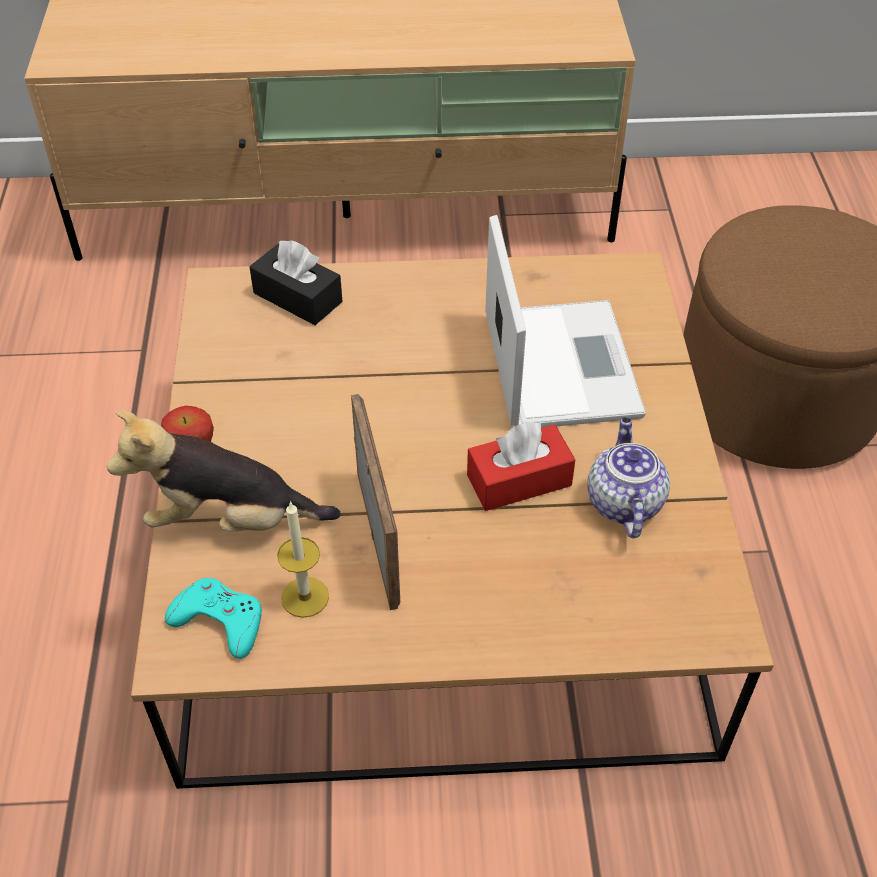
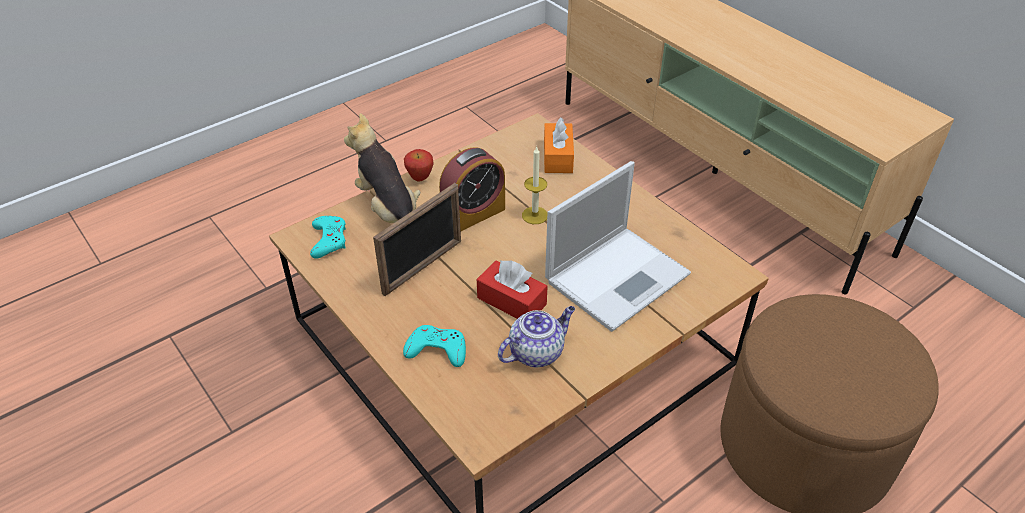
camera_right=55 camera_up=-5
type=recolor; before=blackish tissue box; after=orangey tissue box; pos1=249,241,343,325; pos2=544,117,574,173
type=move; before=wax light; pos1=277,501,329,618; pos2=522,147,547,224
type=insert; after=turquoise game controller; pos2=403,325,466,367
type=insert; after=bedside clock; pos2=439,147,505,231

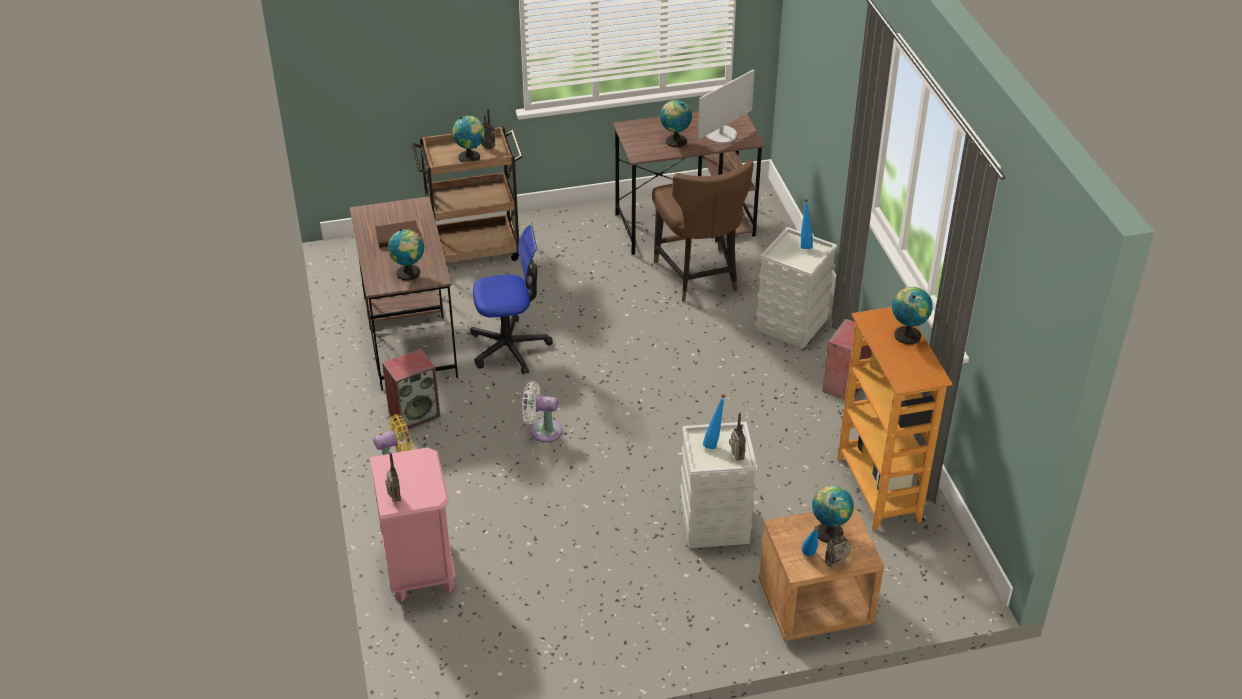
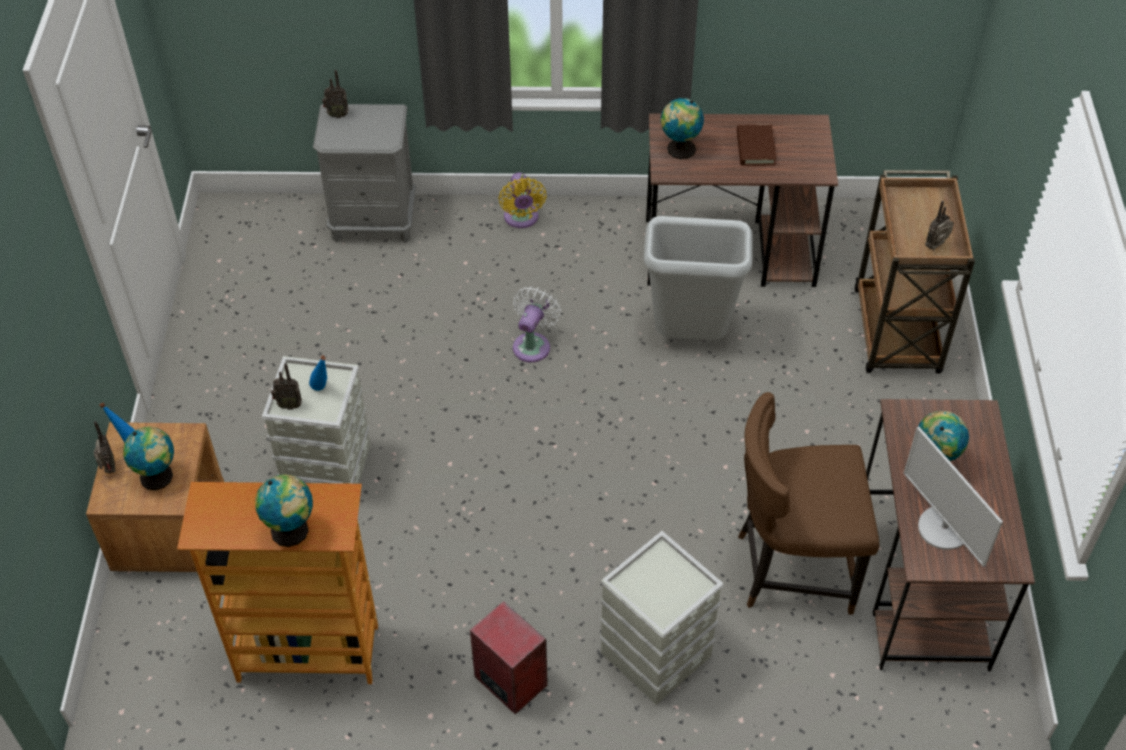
camera_right=105 camera_up=10
type=recolor; before=pinkish night table; after=grey night table; pos1=370,448,456,602; pos2=313,104,416,243
type=delete; before=loudspeaker; pos1=382,349,440,430
type=delete; before=globe; pos1=452,116,485,162
type=replace; before=computer chair; after=grey trash can; pos1=470,225,553,375; pos2=644,216,752,340
type=delete; before=blue drink bottle; pos1=801,199,813,249

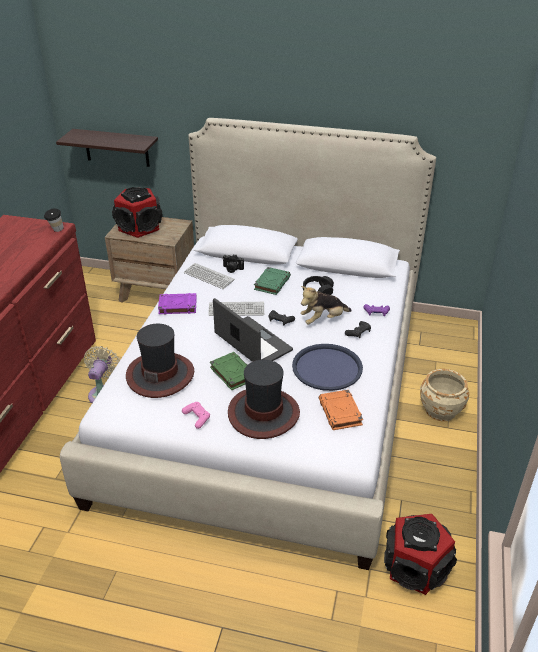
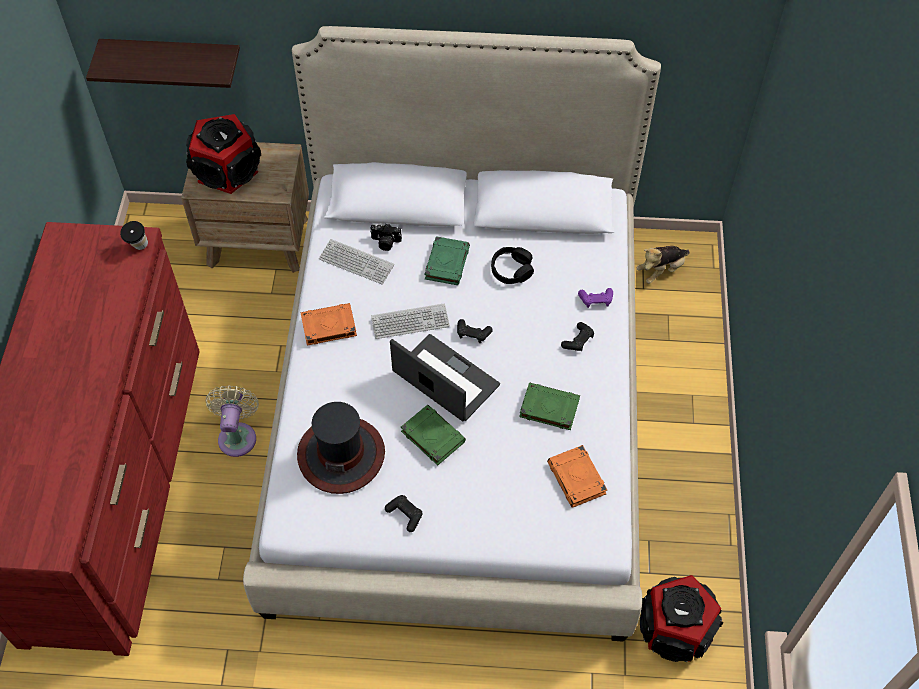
camera_right=-10 camera_up=20
type=recolor; before=purple bound book; after=orangey bound book; pos1=158,293,197,314; pos2=300,303,357,345
type=recolor; before=pinkish game controller; after=blackish game controller; pos1=182,402,210,429; pos2=385,495,422,532
type=delete; before=wearable hat; pos1=228,360,300,439
type=replace; before=blue carrying tray; after=green bound book; pos1=292,344,363,391; pos2=519,382,580,430
type=move; before=cuddly toy; pos1=301,286,352,324; pos2=637,246,690,284
type=delete; before=beige planter; pos1=420,369,469,421

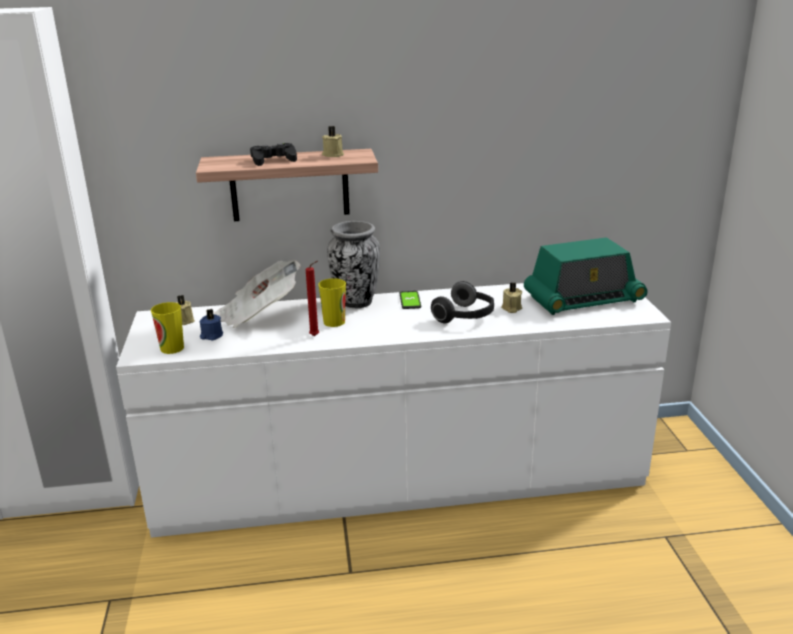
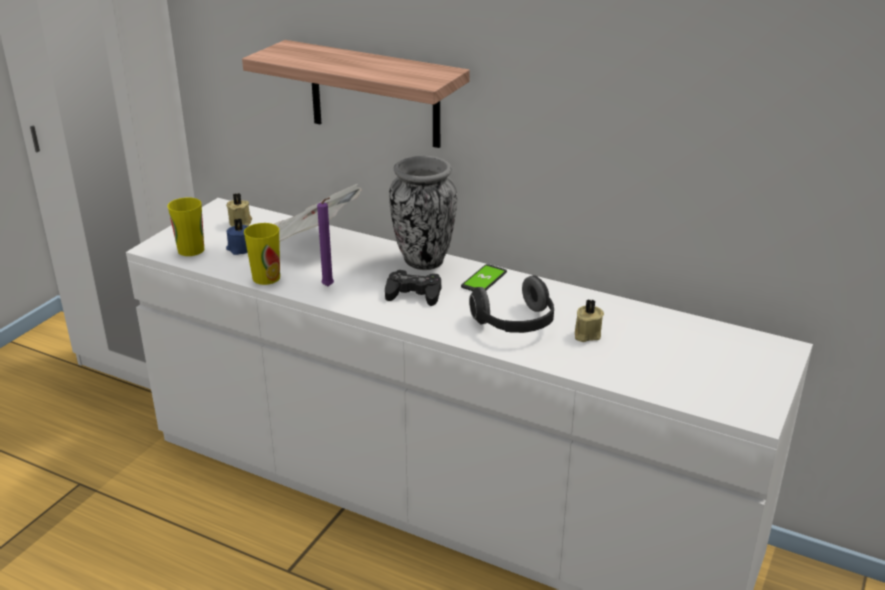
camera_right=35 camera_up=5
type=move; before=blackish game controller; pos1=250,143,297,166; pos2=385,270,442,306
type=recolor; before=reddish wax light; after=purple wax light; pos1=306,261,319,336; pos2=317,197,334,286
type=move; before=cup; pos1=318,278,346,327; pos2=244,223,280,285
type=delete; before=beige wax light; pos1=322,126,344,157
type=delete; before=radio receiver; pos1=524,237,648,315

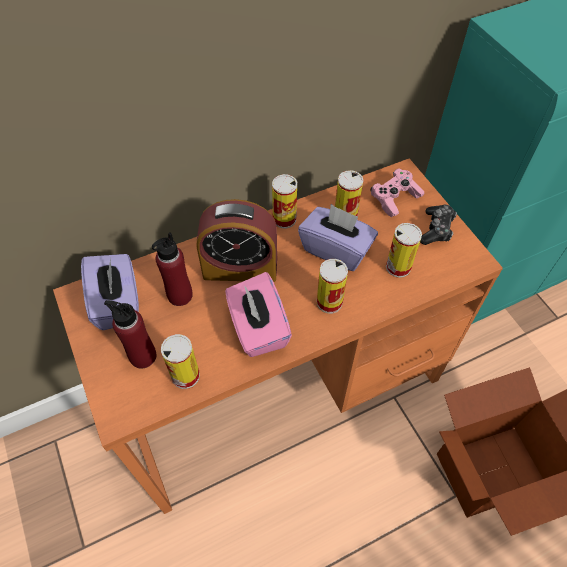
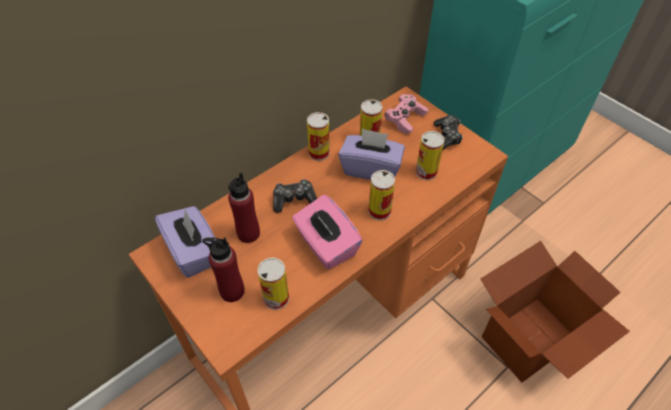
camera_right=-15 camera_up=-5
type=replace; before=bedside clock; after=game controller; pos1=197,199,277,282; pos2=273,179,317,213

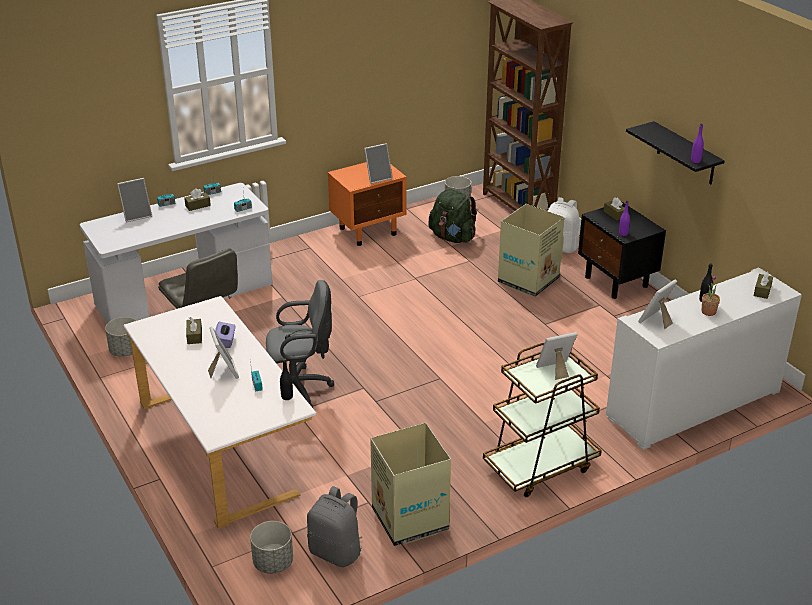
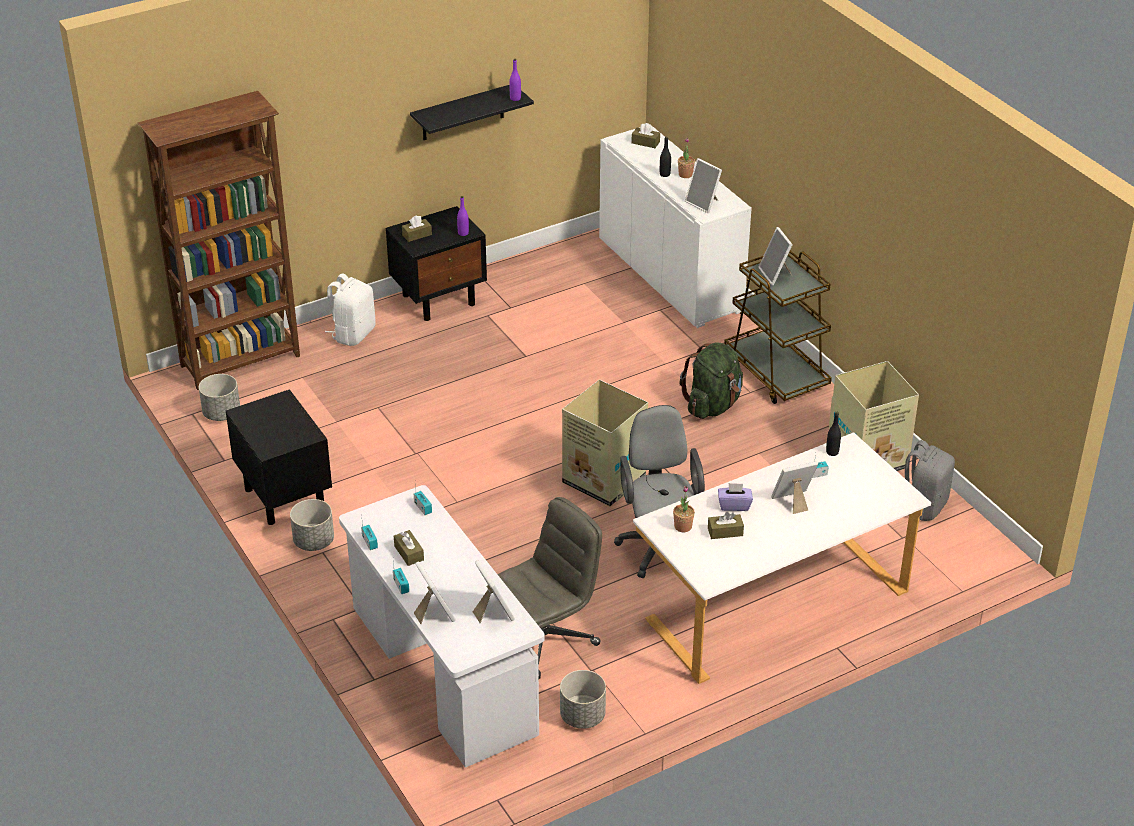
camera_right=-90 camera_up=5
type=move; before=grey planter; pos1=250,521,293,574; pos2=290,499,334,551
type=recolor; before=orangey night table; after=blackish night table; pos1=328,162,406,246; pos2=226,389,332,525
type=move; before=standing frame; pos1=364,143,393,184; pos2=473,560,515,623
type=move; before=green rucksack; pos1=428,189,477,243; pos2=680,342,743,419
type=move; before=carton; pos1=498,204,565,297; pos2=562,380,648,506
type=insert; after=potted plant; pos2=673,486,695,532

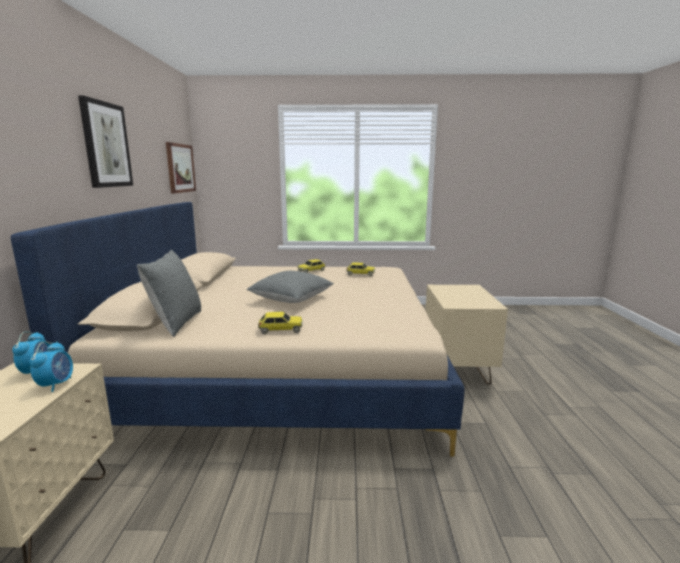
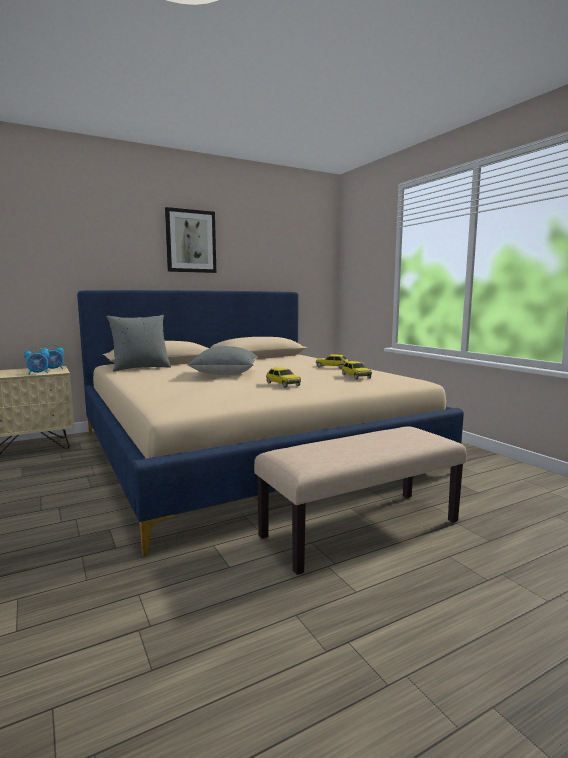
camera_right=60 camera_up=-5
type=delete; before=picture; pos1=166,142,196,193
type=move; before=toy car; pos1=258,312,303,334; pos2=266,367,301,388
type=replace; before=beige night table; after=beige bench; pos1=426,285,508,385; pos2=254,426,467,575

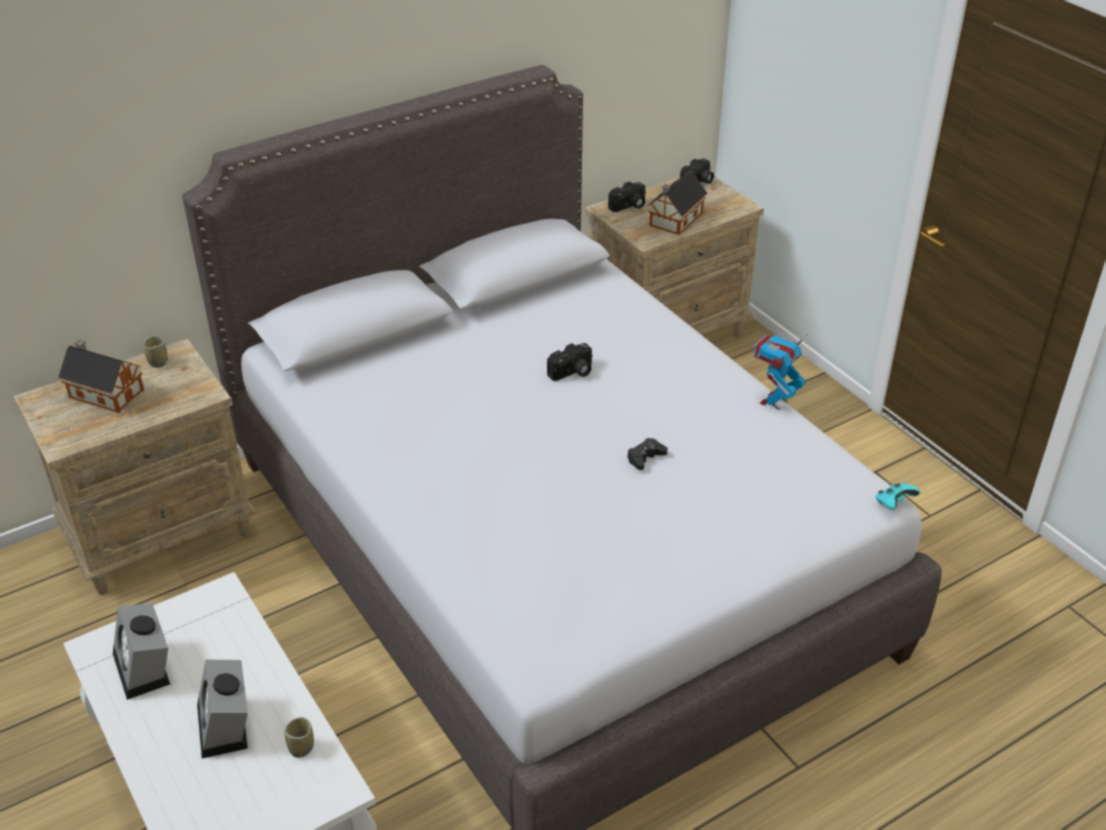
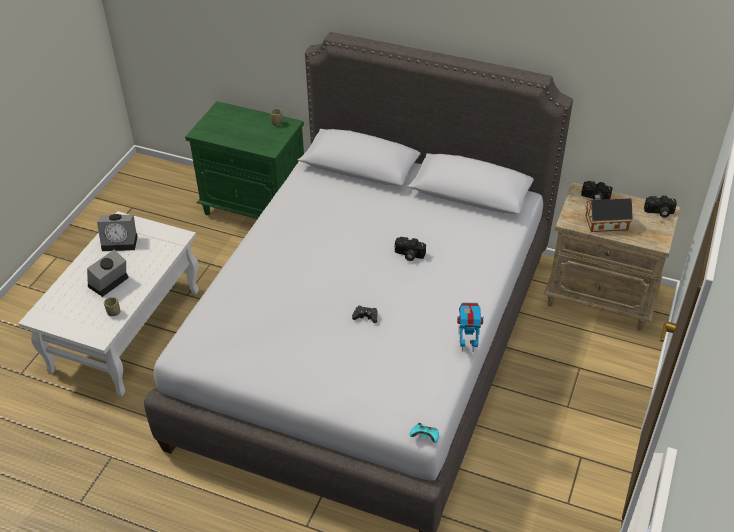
camera_right=55 camera_up=5
type=recolor; before=beige night table; after=green night table; pos1=14,339,257,595; pos2=185,101,304,219
type=delete; before=toy house; pos1=58,339,144,413
type=rotate; before=bedside clock; pos1=113,603,170,700; pos2=97,214,138,251; turn=-120

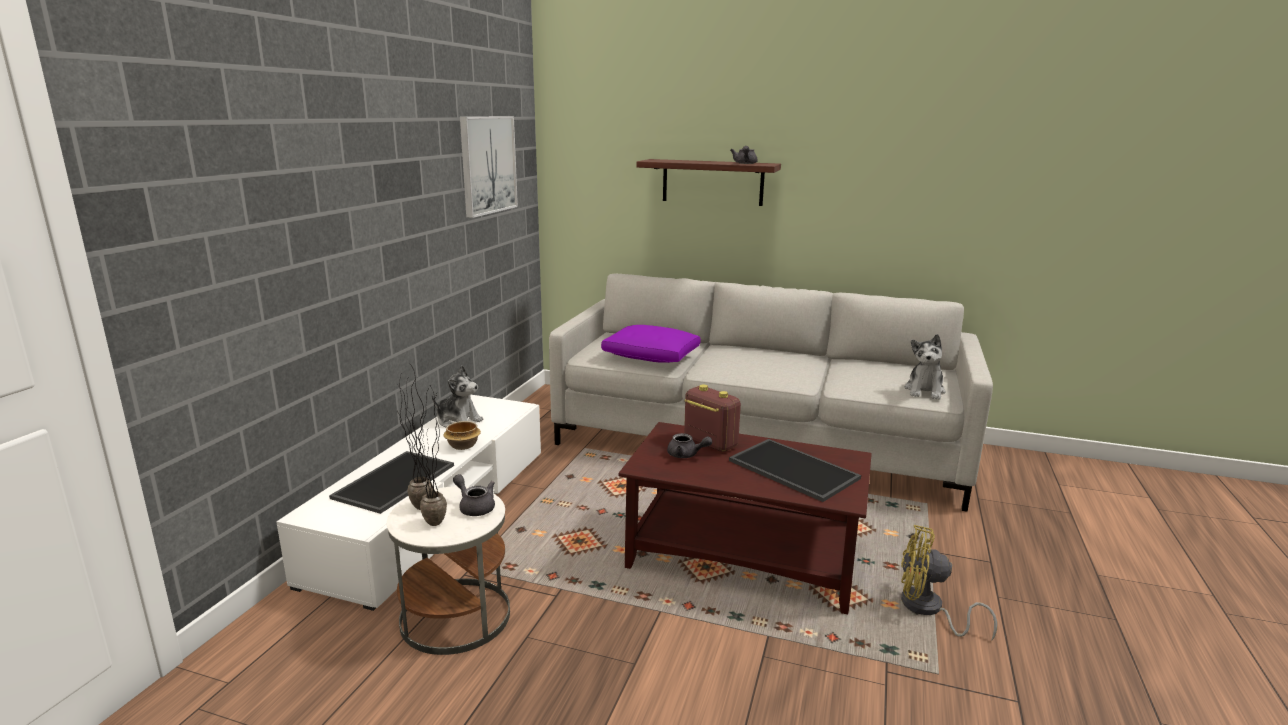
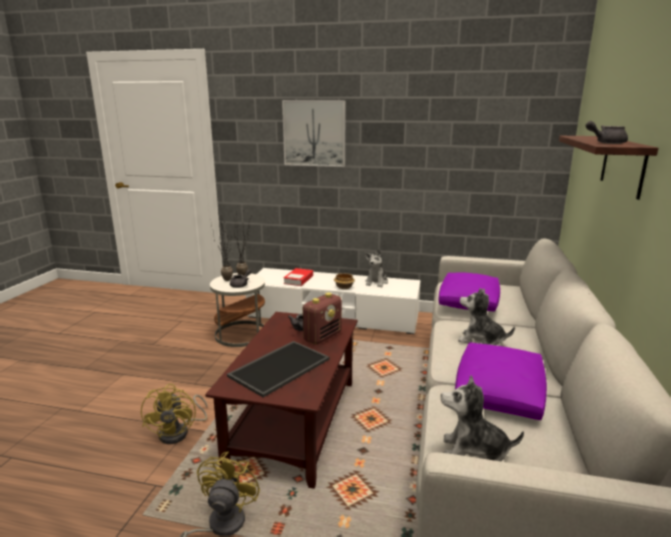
camera_right=85 camera_up=0
type=replace; before=carrying tray; after=bound book; pos1=329,451,454,514; pos2=284,268,313,286
type=move; before=picture; pos1=460,116,518,218; pos2=282,100,346,167
type=insert; after=yellow cooling fan; pos2=141,384,207,444
type=insert; after=purple cushion; pos2=455,342,547,420
type=insert; after=cuddly toy; pos2=458,288,515,346

